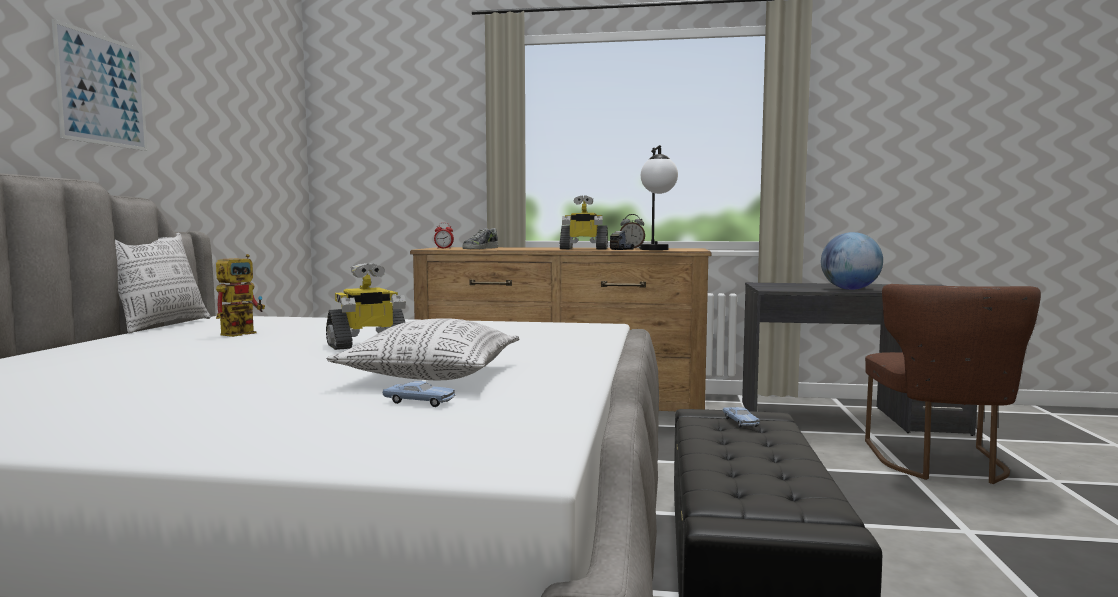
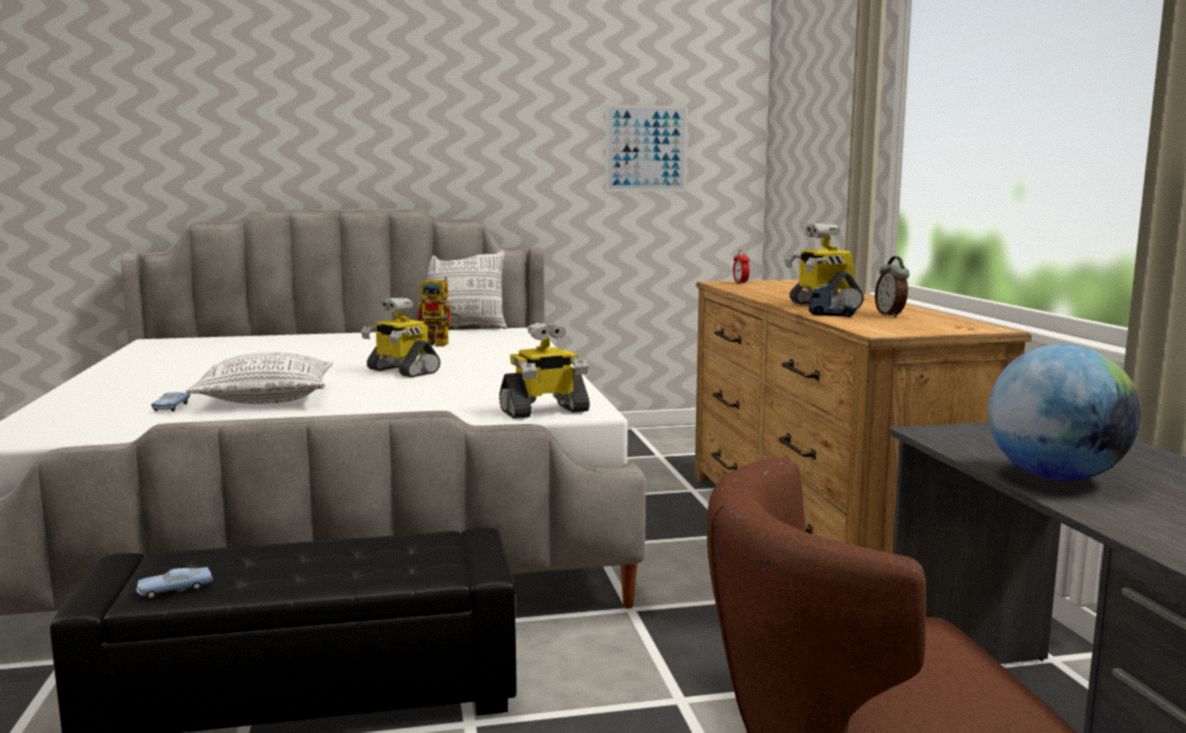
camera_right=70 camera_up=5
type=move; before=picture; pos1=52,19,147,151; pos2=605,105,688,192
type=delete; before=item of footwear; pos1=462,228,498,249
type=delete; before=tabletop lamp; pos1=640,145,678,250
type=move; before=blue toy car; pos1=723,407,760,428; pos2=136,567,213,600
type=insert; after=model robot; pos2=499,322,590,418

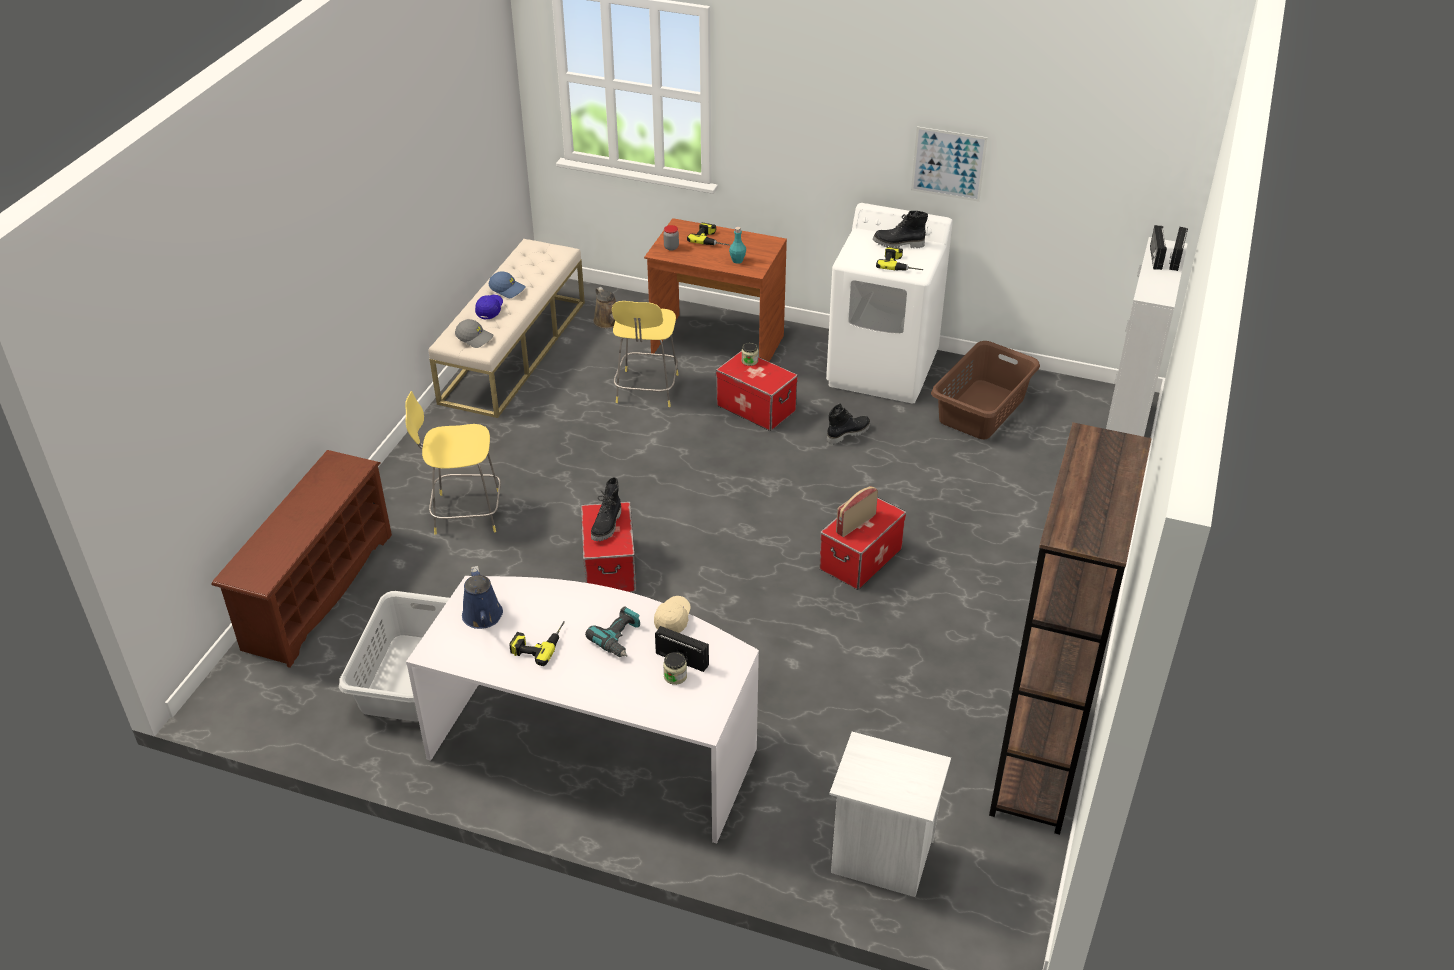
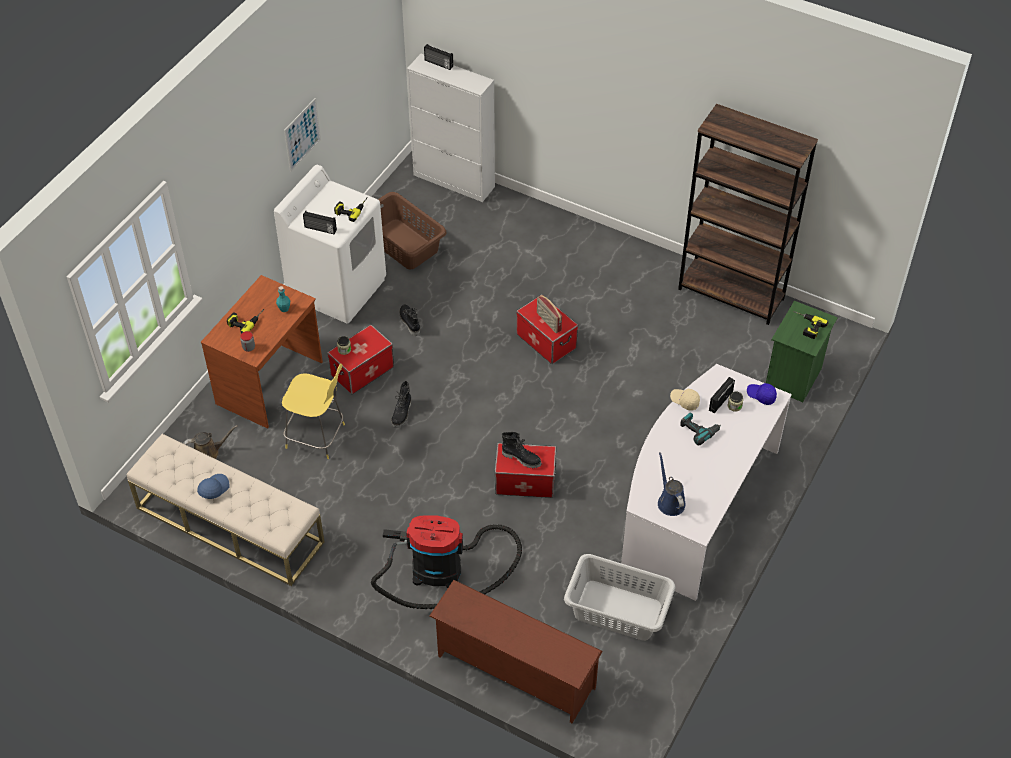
camera_right=-80 camera_up=10
type=replace; before=yellow stool seat; after=vacuum; pos1=405,391,501,535; pos2=371,515,522,609
type=delete; before=grey cap; pos1=455,319,494,348
type=rotate; before=blue watering can; pos1=462,566,503,629; pos2=658,452,686,516; turn=-105
type=move; before=blue cap; pos1=475,295,503,320; pos2=747,383,777,405
type=move; before=drill; pos1=509,621,565,666; pos2=793,311,829,339
type=recolor; before=white night table; after=green night table; pos1=829,732,951,897; pos2=766,301,838,402
type=move; before=blackish tall boot; pos1=873,211,928,248; pos2=391,381,411,428
type=move; before=radio receiver; pos1=1150,225,1167,270; pos2=303,211,337,235

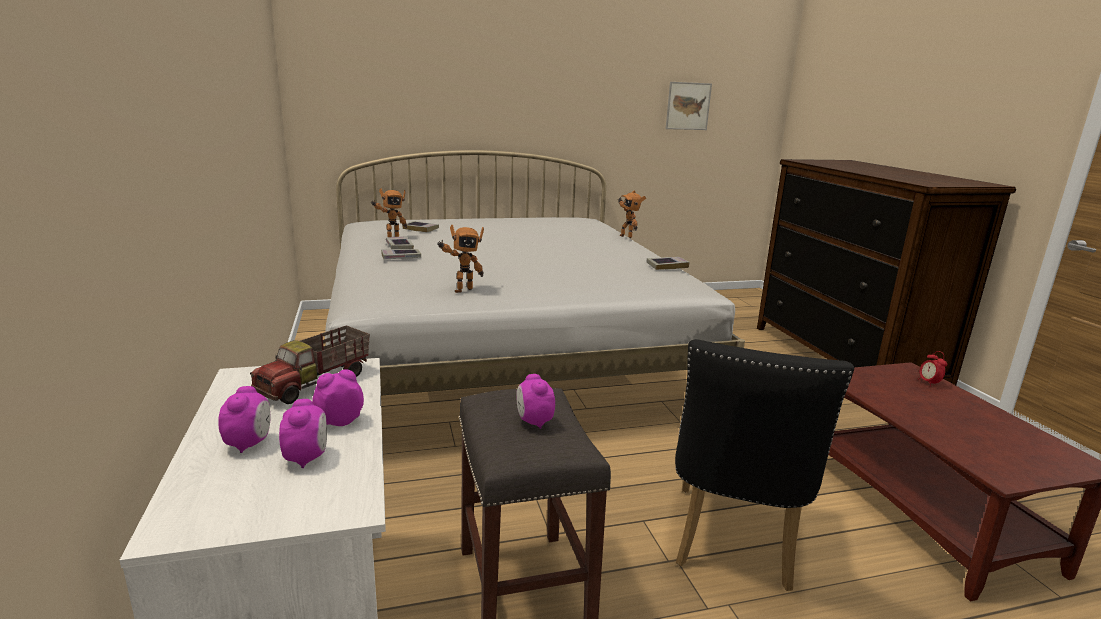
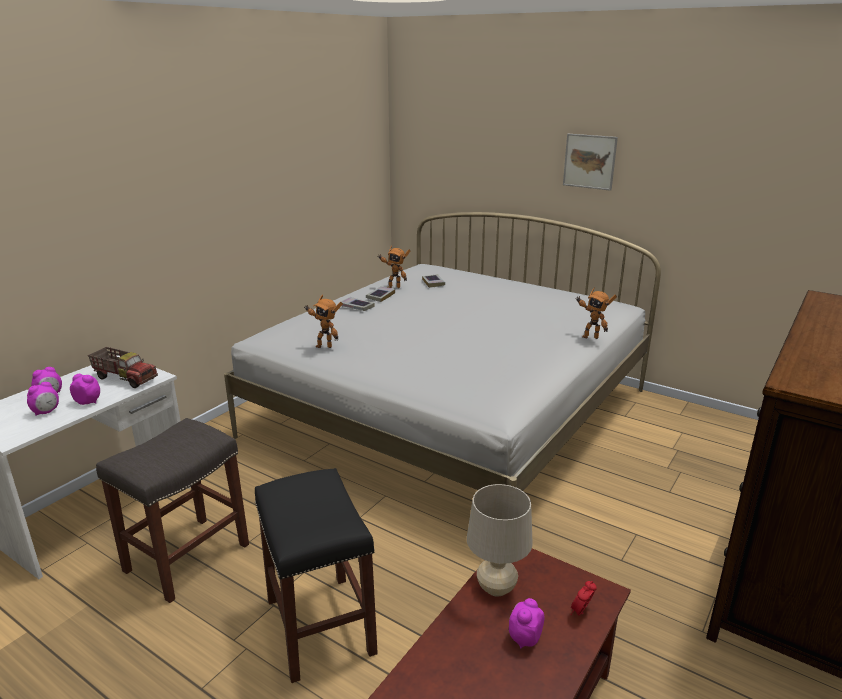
camera_right=50 camera_up=5
type=rotate; before=model truck; pos1=250,326,370,404; pos2=88,347,158,388; turn=-150
type=move; before=bedside clock; pos1=517,374,555,429; pos2=509,598,544,648
type=rotate; before=model robot; pos1=618,190,646,238; pos2=575,287,617,339; turn=-75
type=delete; before=bound book; pos1=646,257,690,270
type=move; before=picture; pos1=666,82,712,130; pos2=563,134,618,191
type=replace; before=blackish upright chair; after=blackish stool seat; pos1=675,339,854,591; pos2=255,468,378,683
type=insert; after=beige tabletop lamp; pos2=467,484,533,597

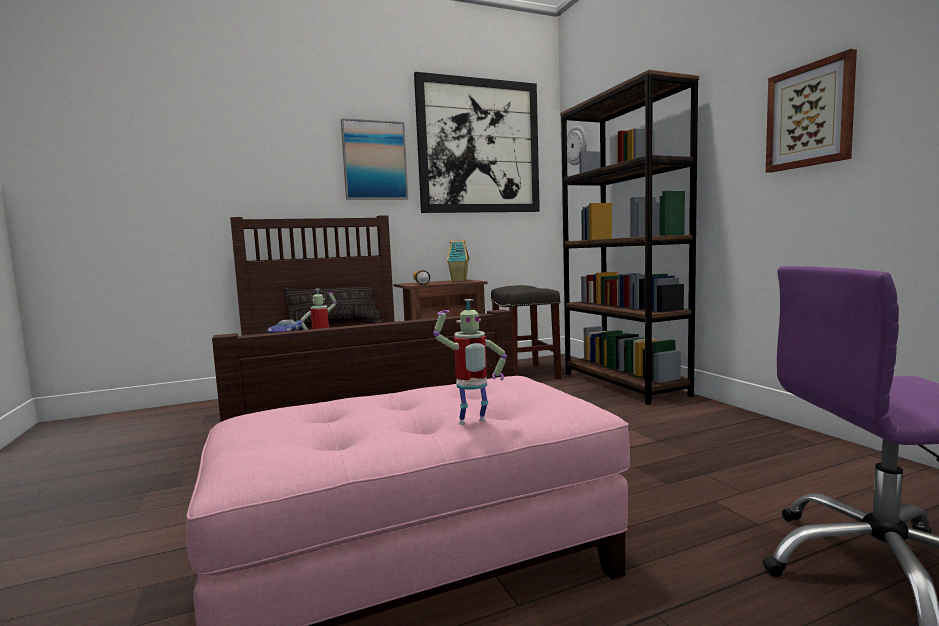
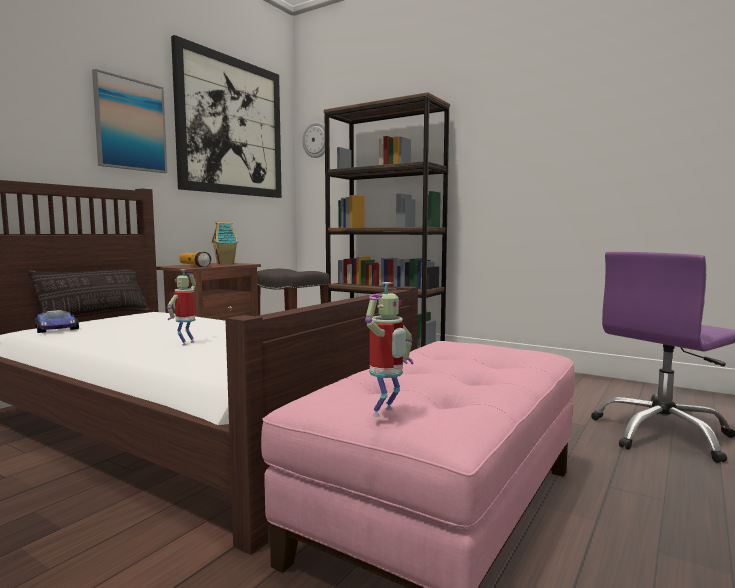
camera_right=-35 camera_up=0
type=move; before=model robot; pos1=433,299,507,425; pos2=365,282,414,417
type=delete; before=picture; pos1=766,49,857,173

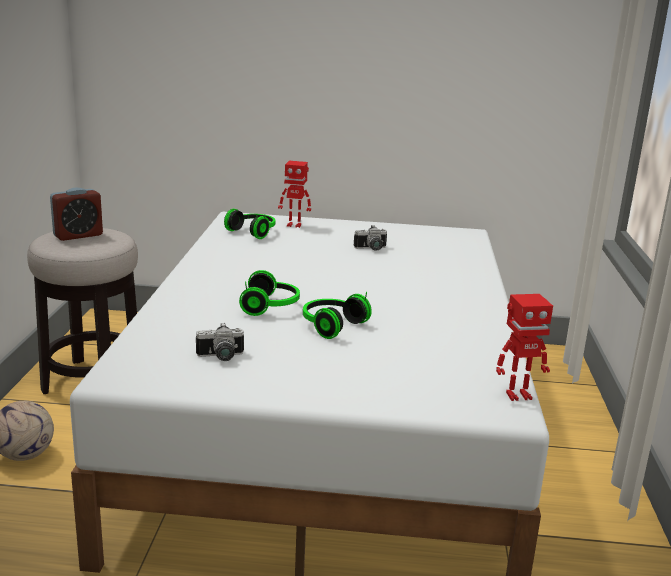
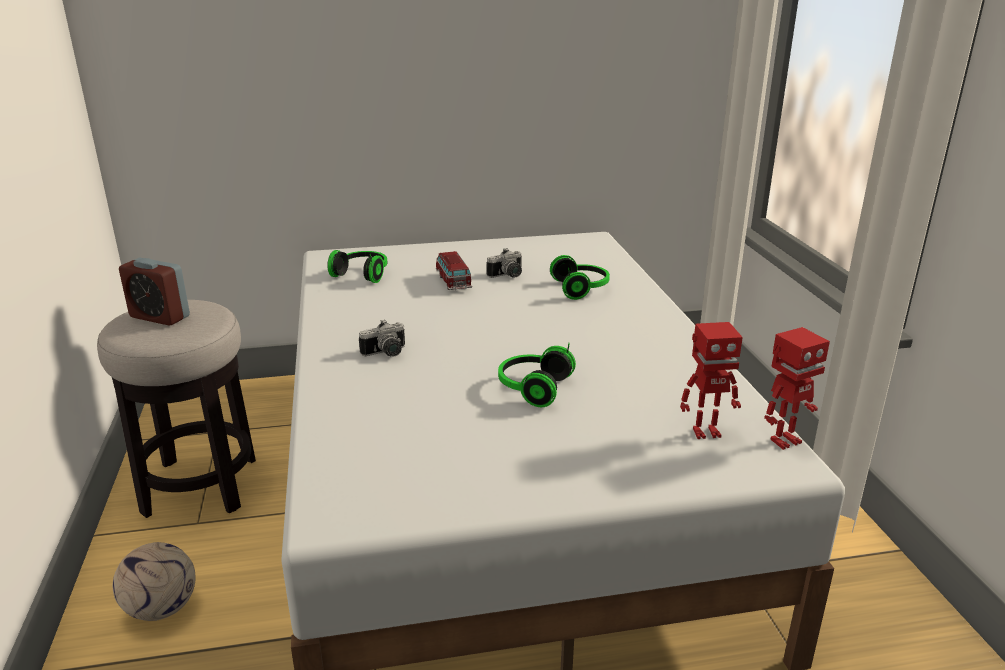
camera_right=-15 camera_up=5
type=rotate; before=bedside clock; pos1=50,188,103,241; pos2=119,257,190,326; turn=75
type=move; before=photo camera; pos1=196,323,244,361; pos2=359,320,405,356
type=move; before=headphones; pos1=239,270,300,316; pos2=550,255,610,300
type=move; before=model robot; pos1=278,161,311,228; pos2=680,322,743,439
type=insert; after=toy car; pos2=436,251,472,290

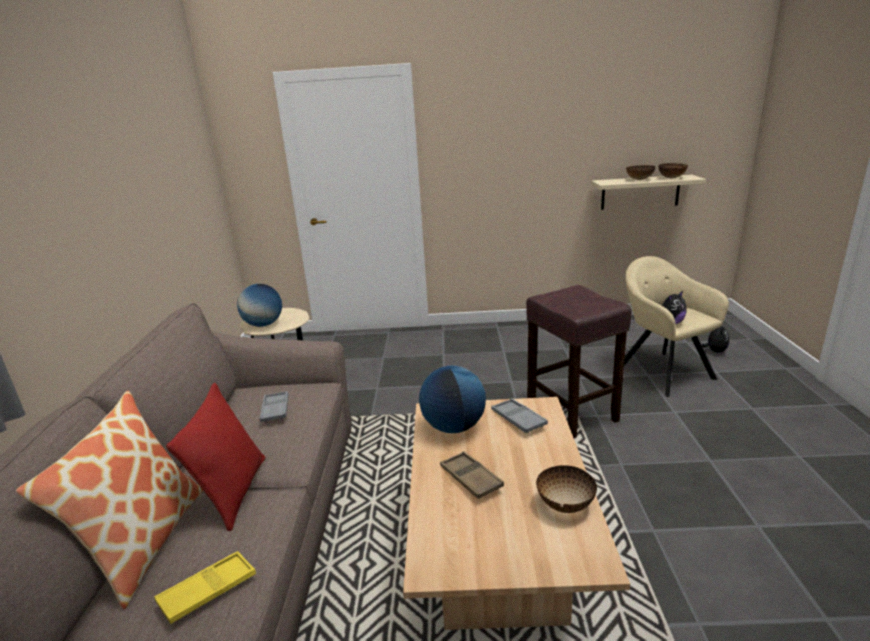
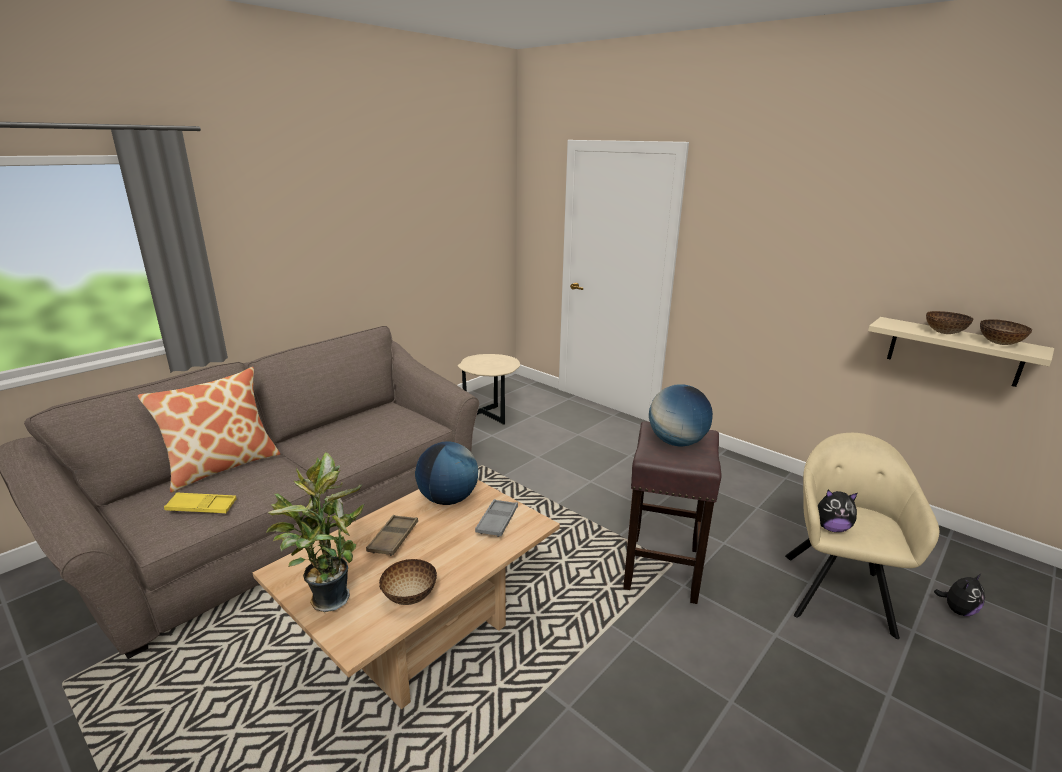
camera_right=40 camera_up=0
type=delete; before=reddish cushion; pos1=166,382,265,531
type=move; before=globe; pos1=237,284,282,327; pos2=649,384,713,446
type=delete; before=grey carrying tray; pos1=260,391,289,423
type=insert; after=potted plant; pos2=266,452,365,612

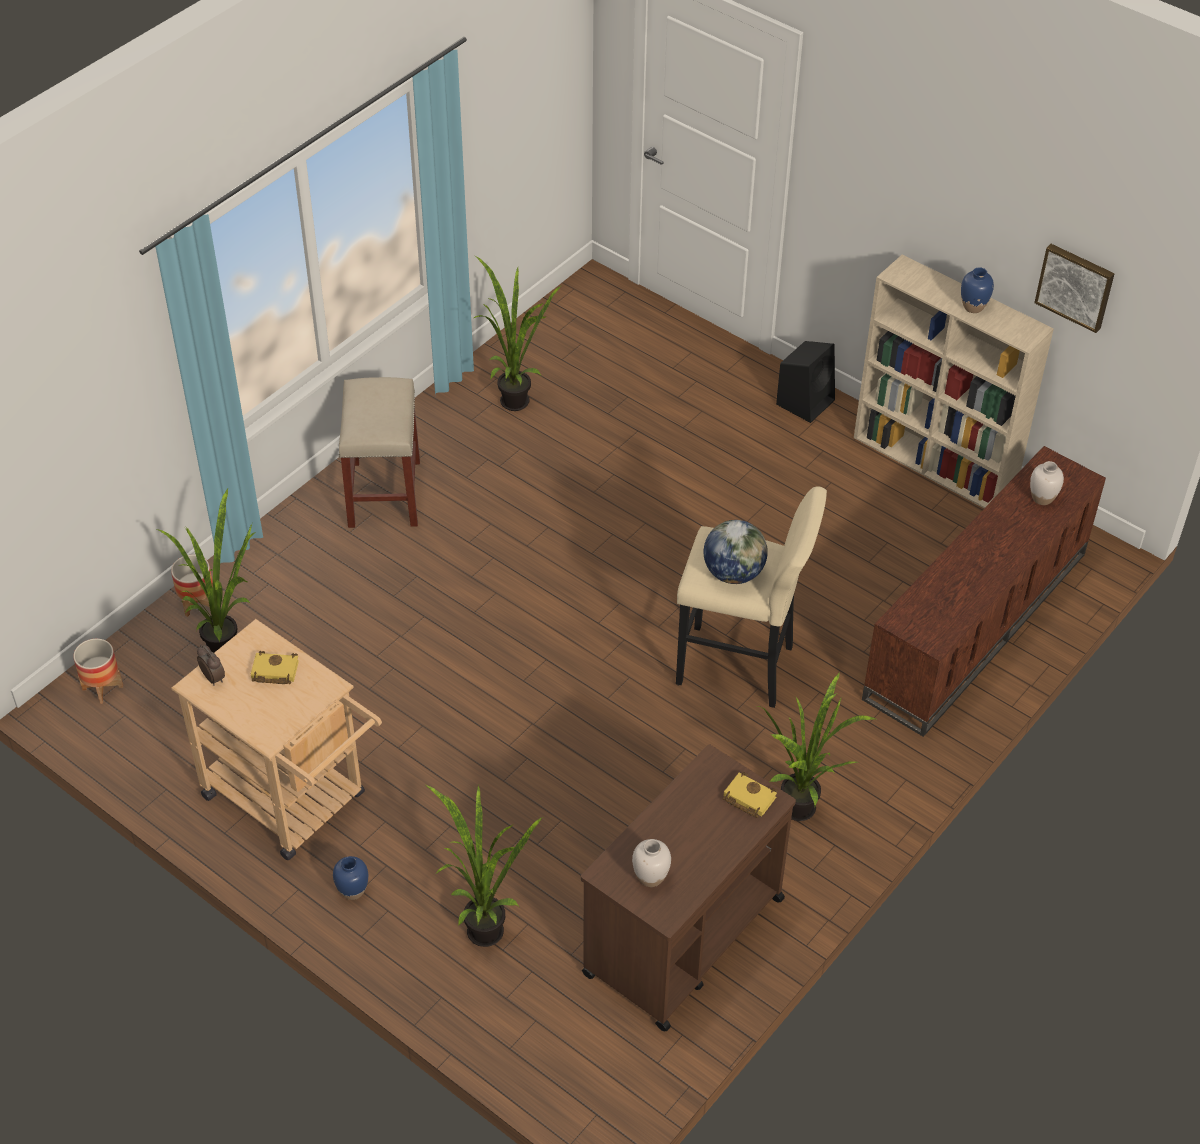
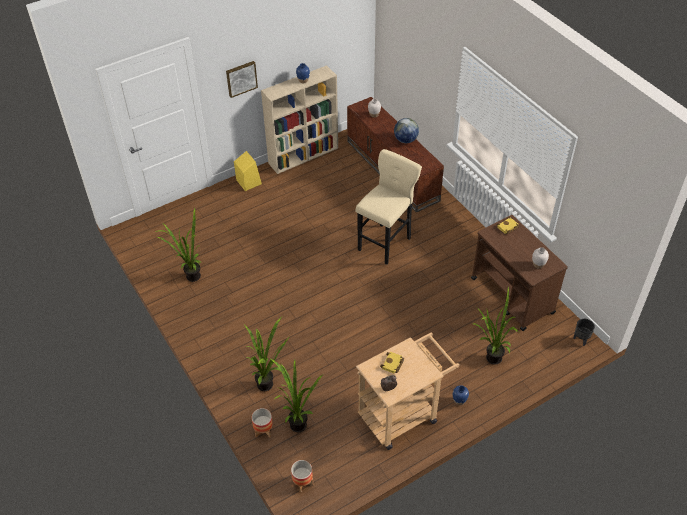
camera_right=-70 camera_up=0
type=delete; before=beige stool seat; pos1=339,377,420,528
type=move; before=globe; pos1=704,520,768,584; pos2=394,118,419,143
type=move; before=potted plant; pos1=757,672,876,821; pos2=245,317,289,391
type=recolor; before=blackish loudspeaker; after=yellow loudspeaker; pos1=776,341,835,423; pos2=234,151,262,191
type=move; before=picture; pos1=1034,244,1114,333; pos2=226,61,258,98
type=insert; after=blackish planter; pos2=573,319,595,346

